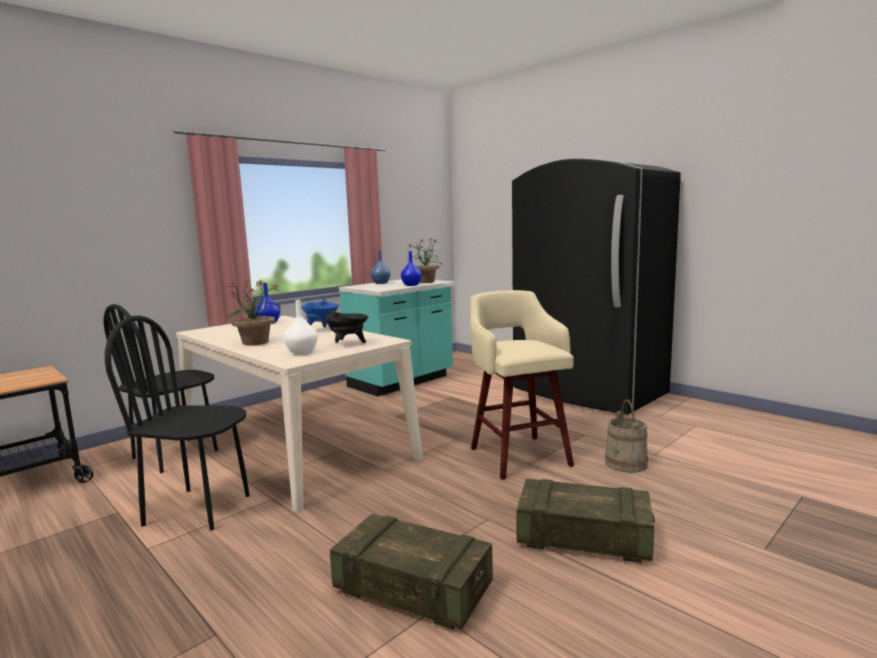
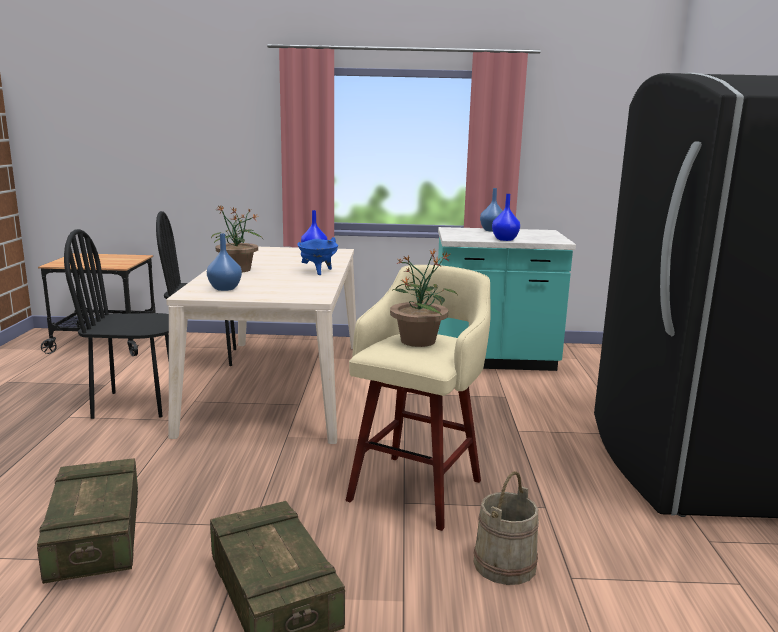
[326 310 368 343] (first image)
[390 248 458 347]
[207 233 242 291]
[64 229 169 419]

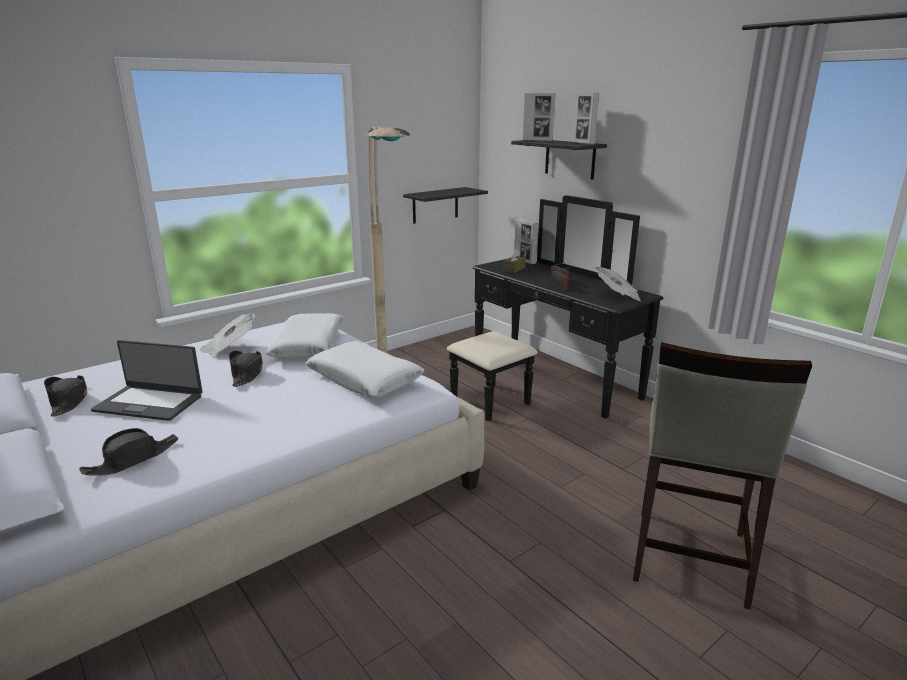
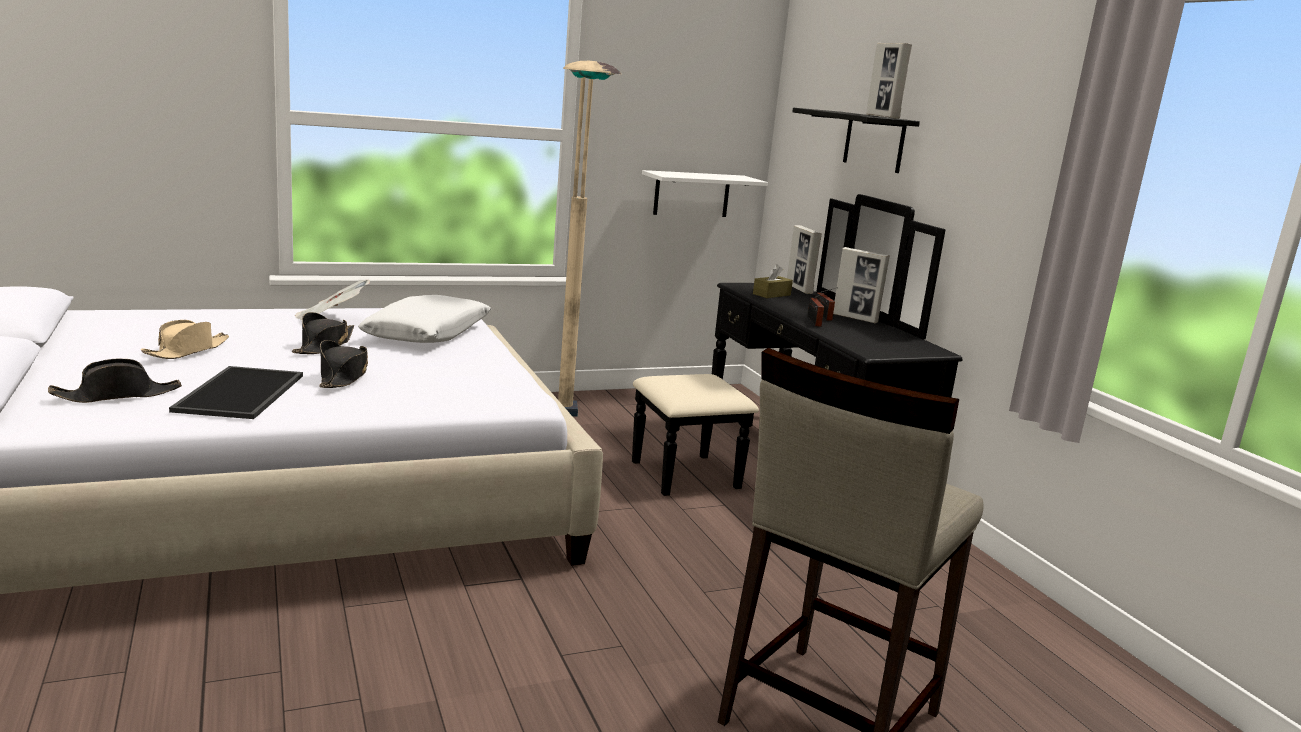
[305 341 424 398] (first image)
[595 266 641 301] (first image)
[169 366 303 419]
[319 340 368 388]
[833 247 890 323]
[141 320 229 359]
[642 170 768 217]

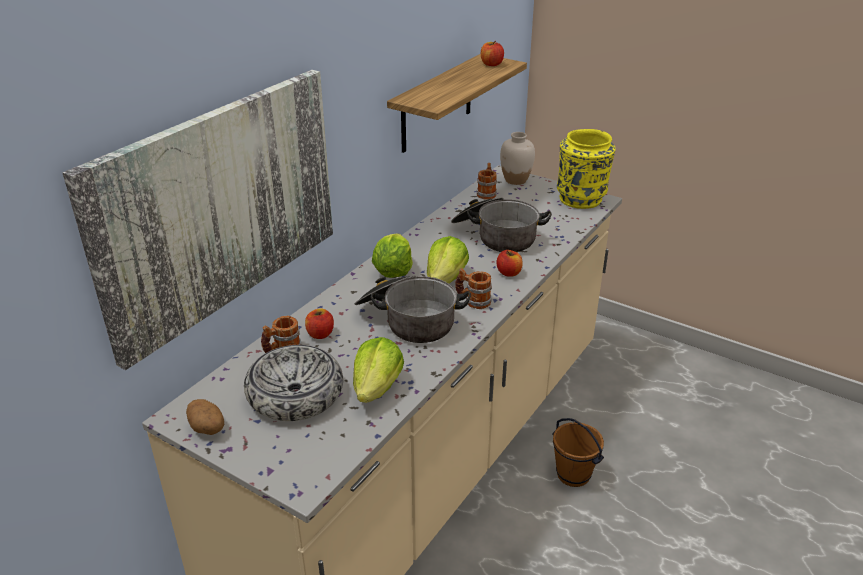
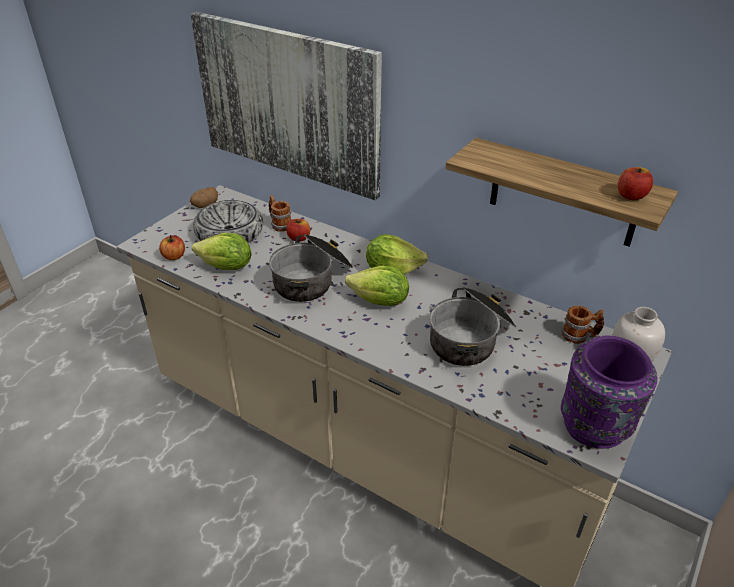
[455 268 492 309] (first image)
[552 418 604 487] (first image)
[159 235 185 260]
[561 335 657 449]

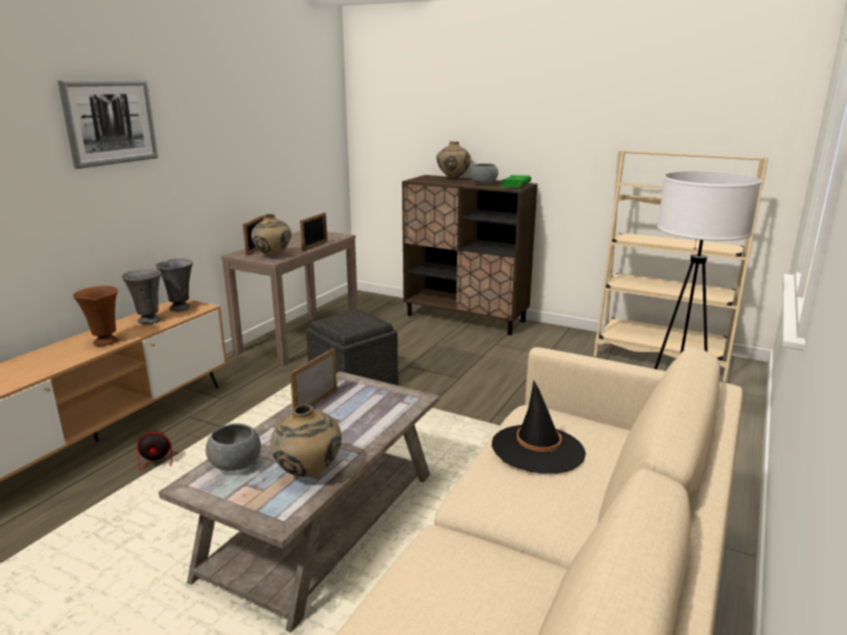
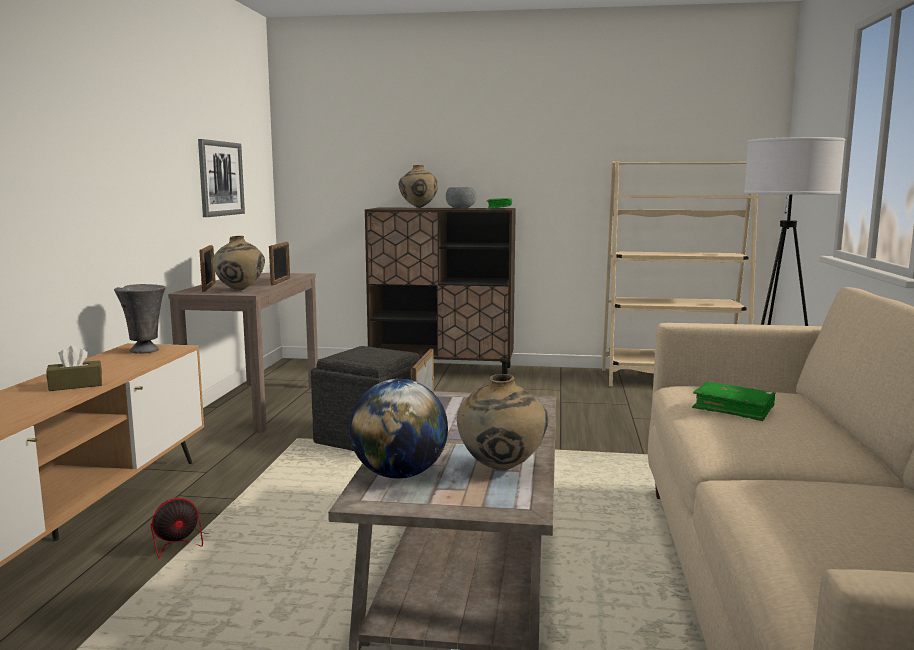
[122 269 161 324] (first image)
[198 139 245 217]
[46 345 102 391]
[349 379 448 479]
[692 382 775 421]

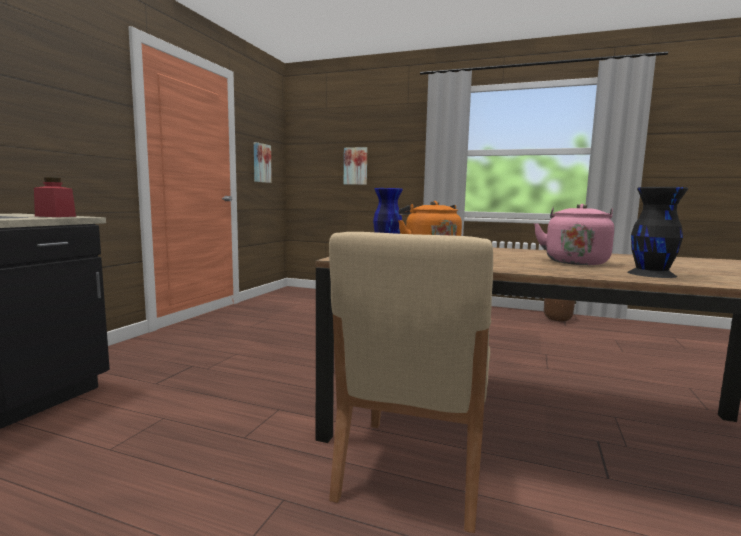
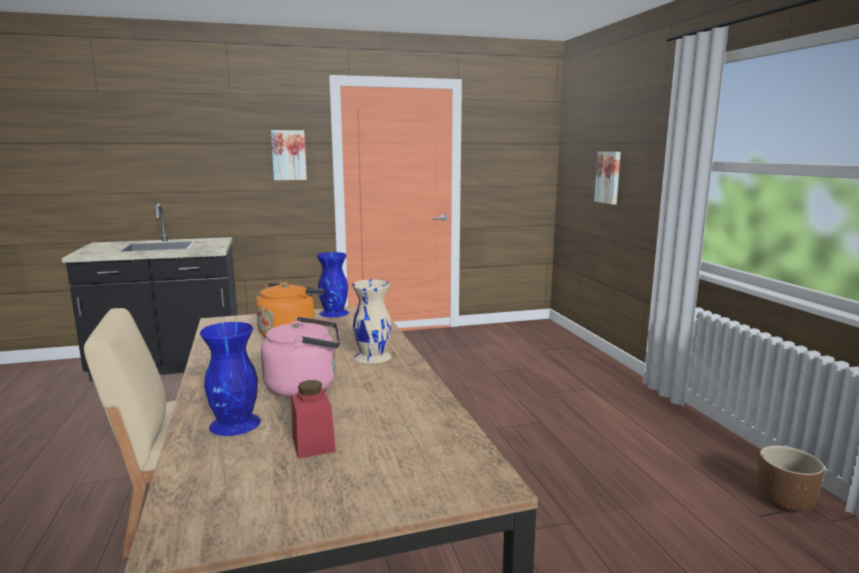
[352 279 392 364]
[291 380 335 459]
[271 130 307 180]
[200 322 261 436]

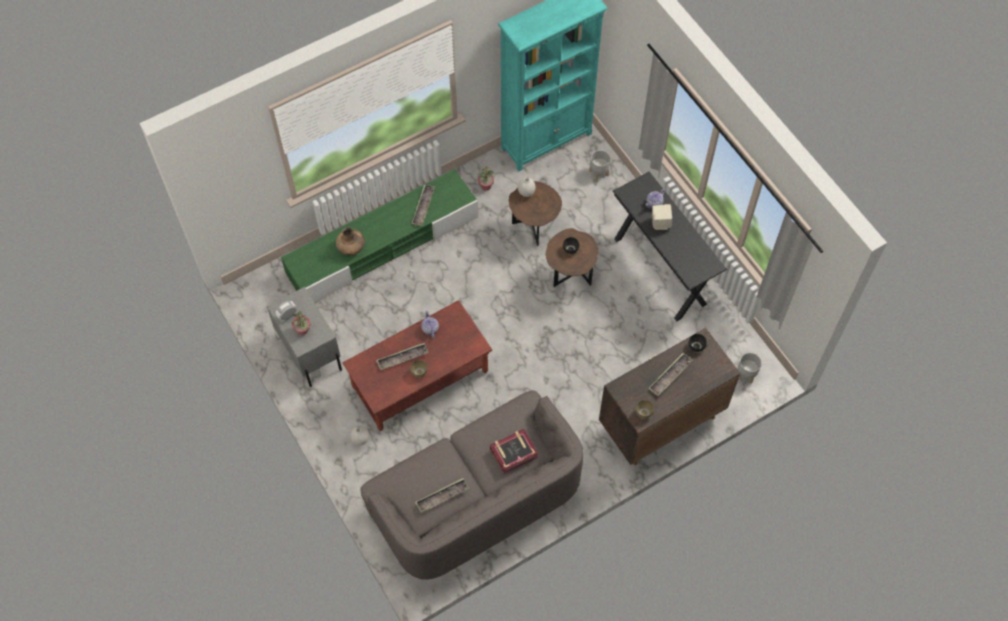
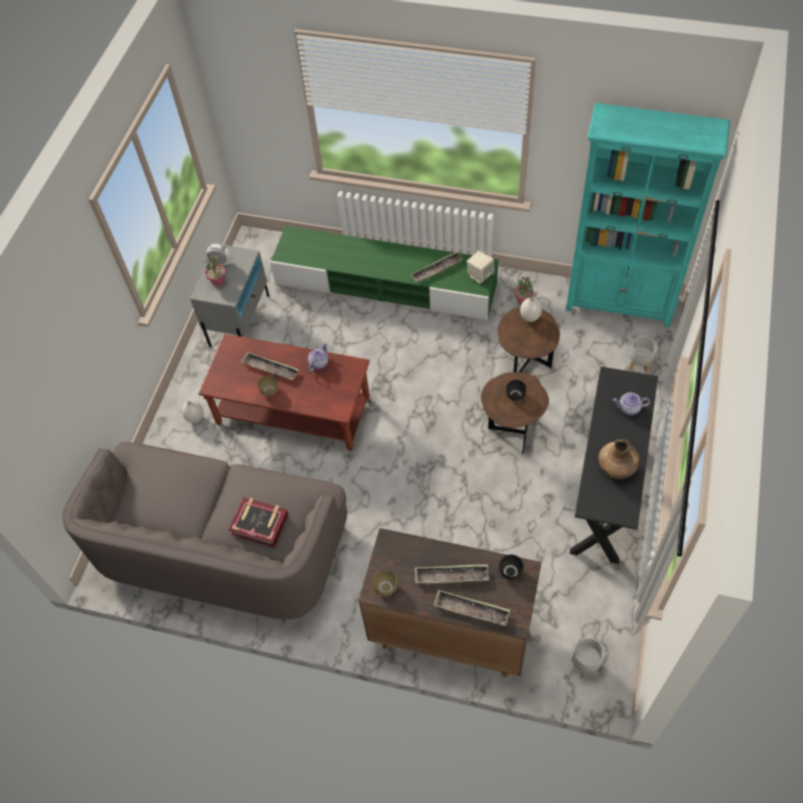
[599 439 640 479]
[433 590 510 626]
[467 251 494 284]

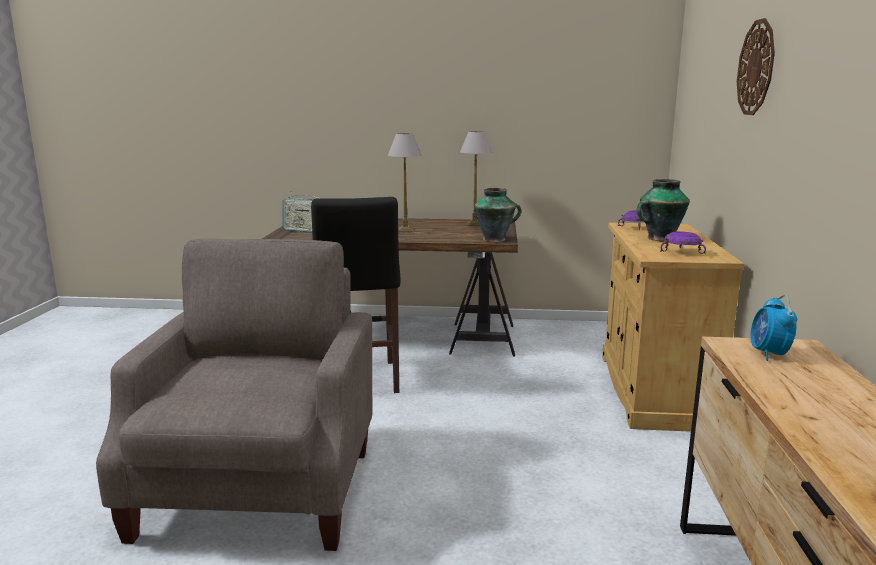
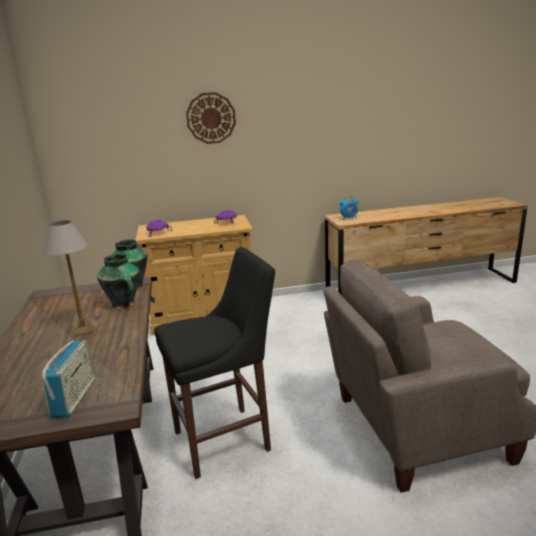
[460 131 492 226] (first image)
[97 254 139 309]

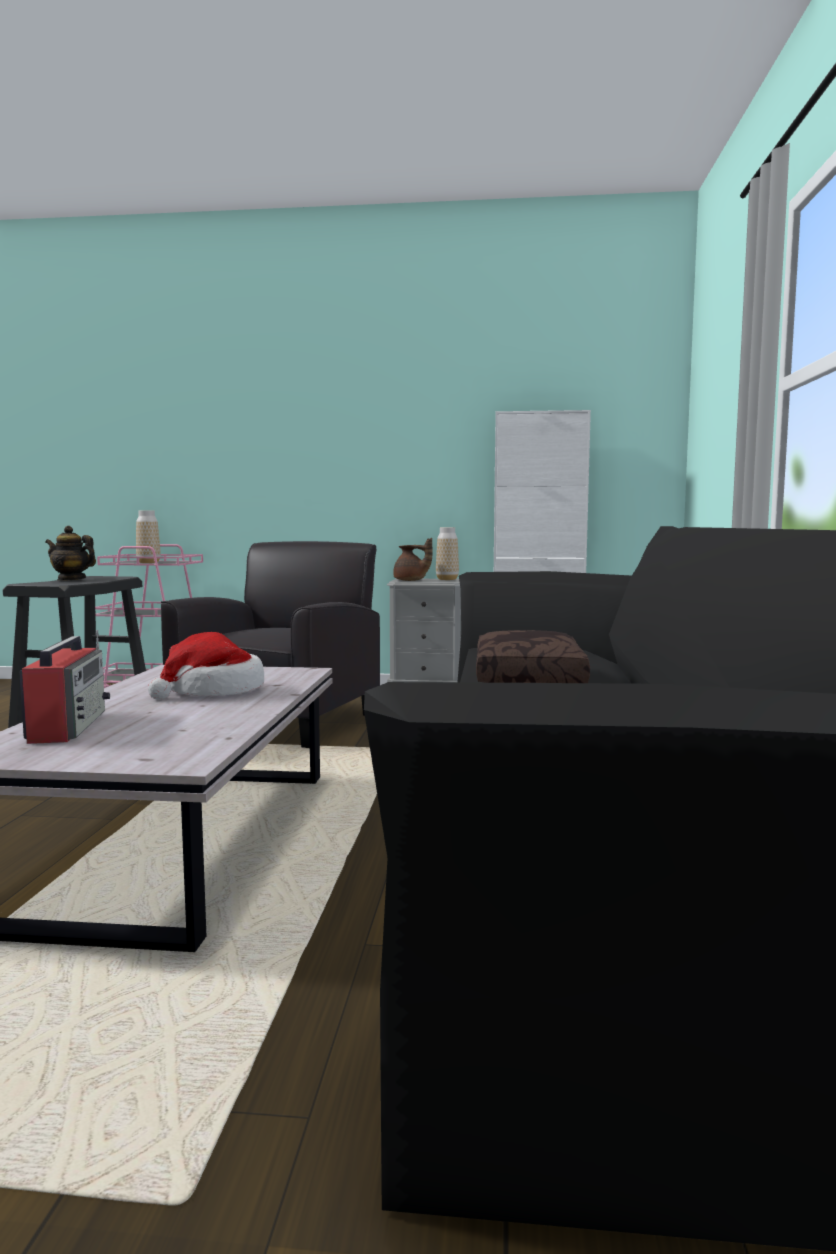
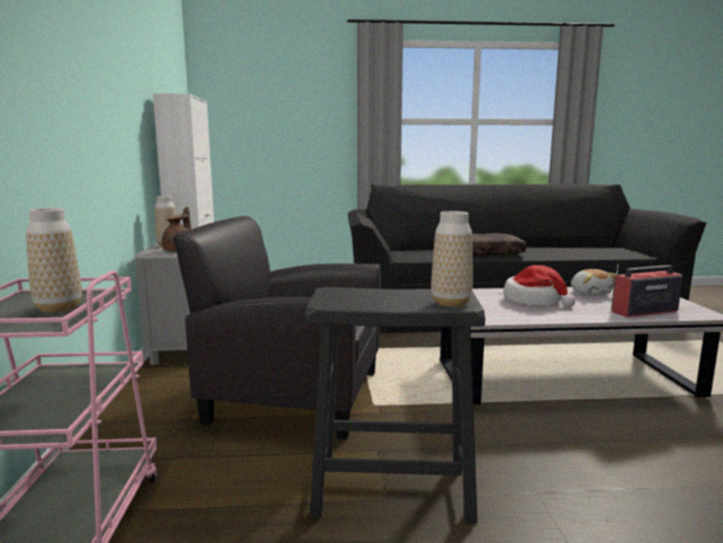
[45 526 96 581] (first image)
[431 211 473 307]
[571 269 616 296]

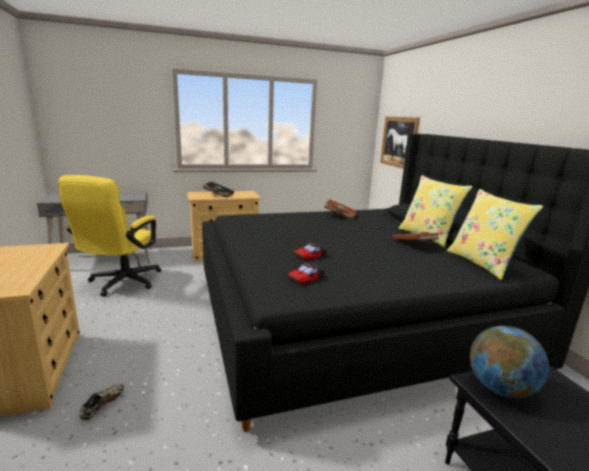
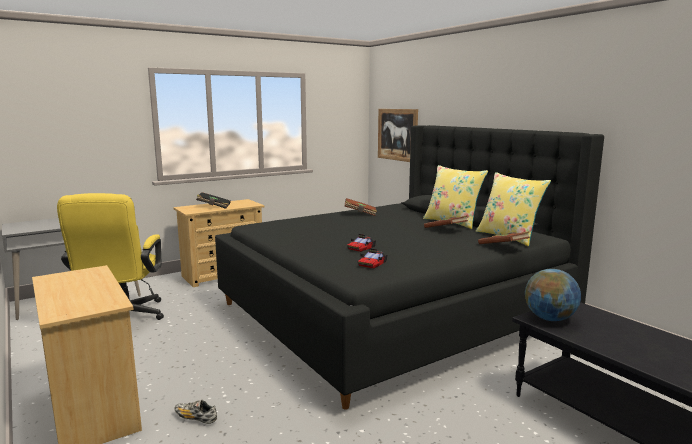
[478 231 530 244]
[174 400 217 424]

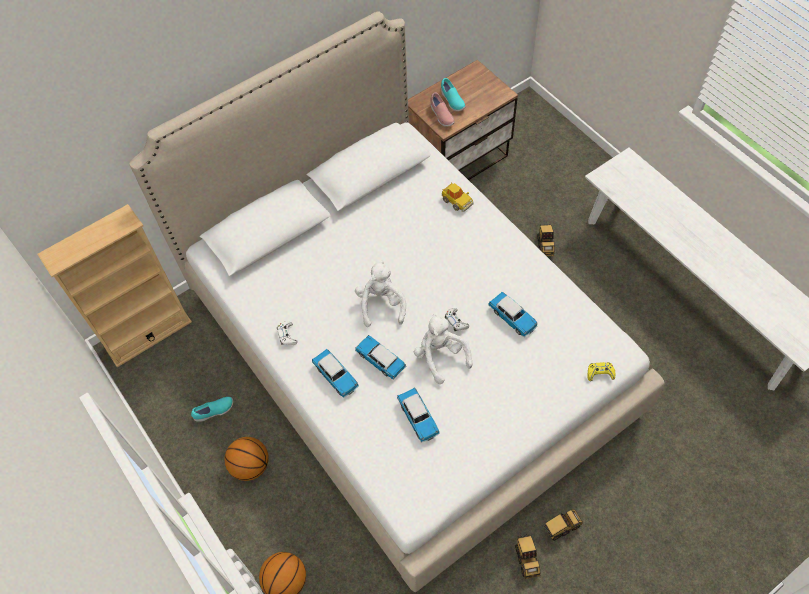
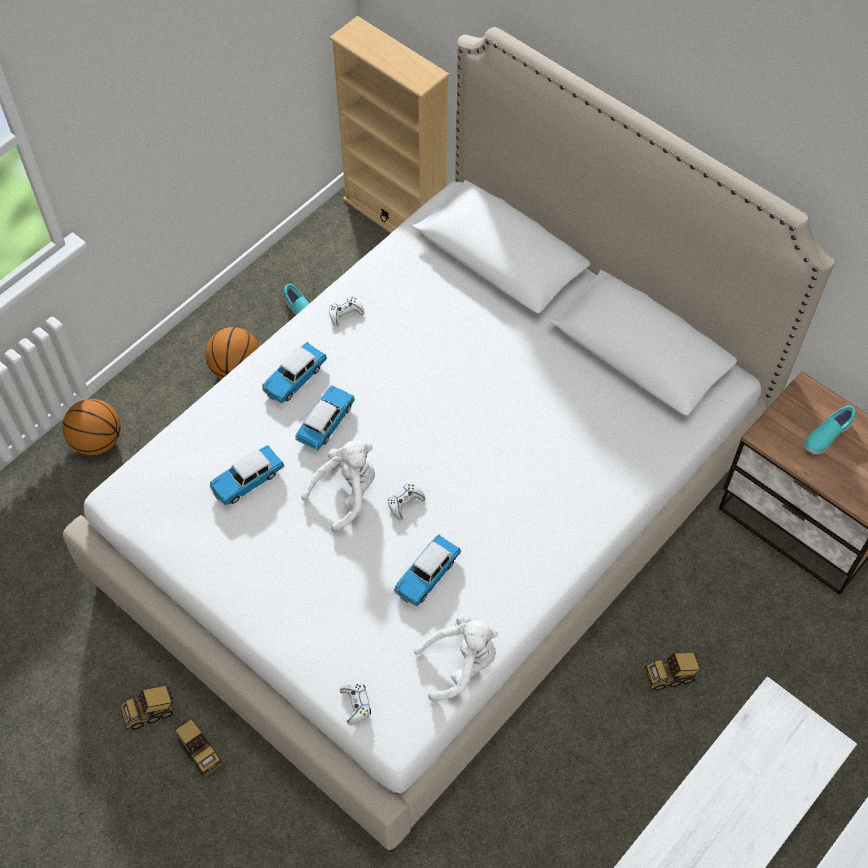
[431 93 455 127] (first image)
[442 182 474 212] (first image)
[414 614 498 701]
[340 683 371 725]

